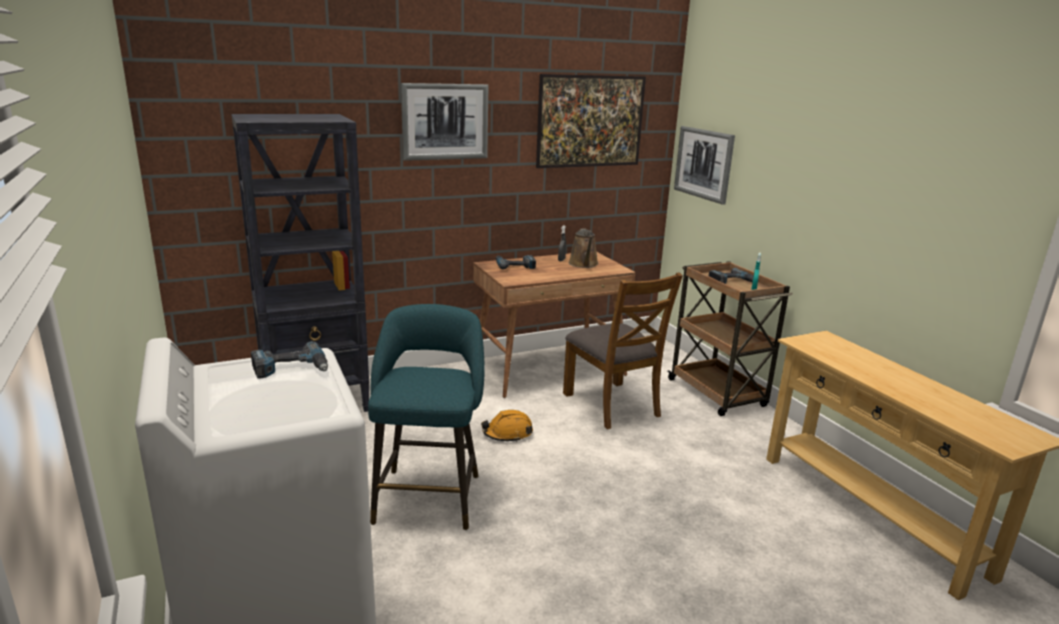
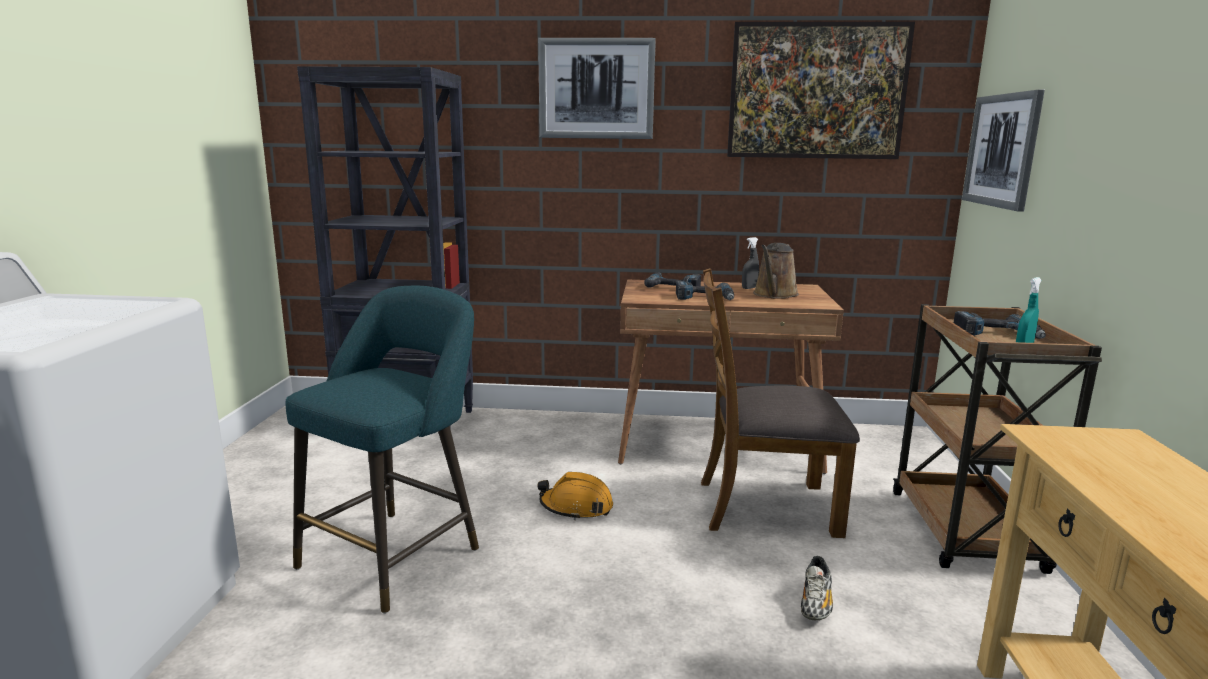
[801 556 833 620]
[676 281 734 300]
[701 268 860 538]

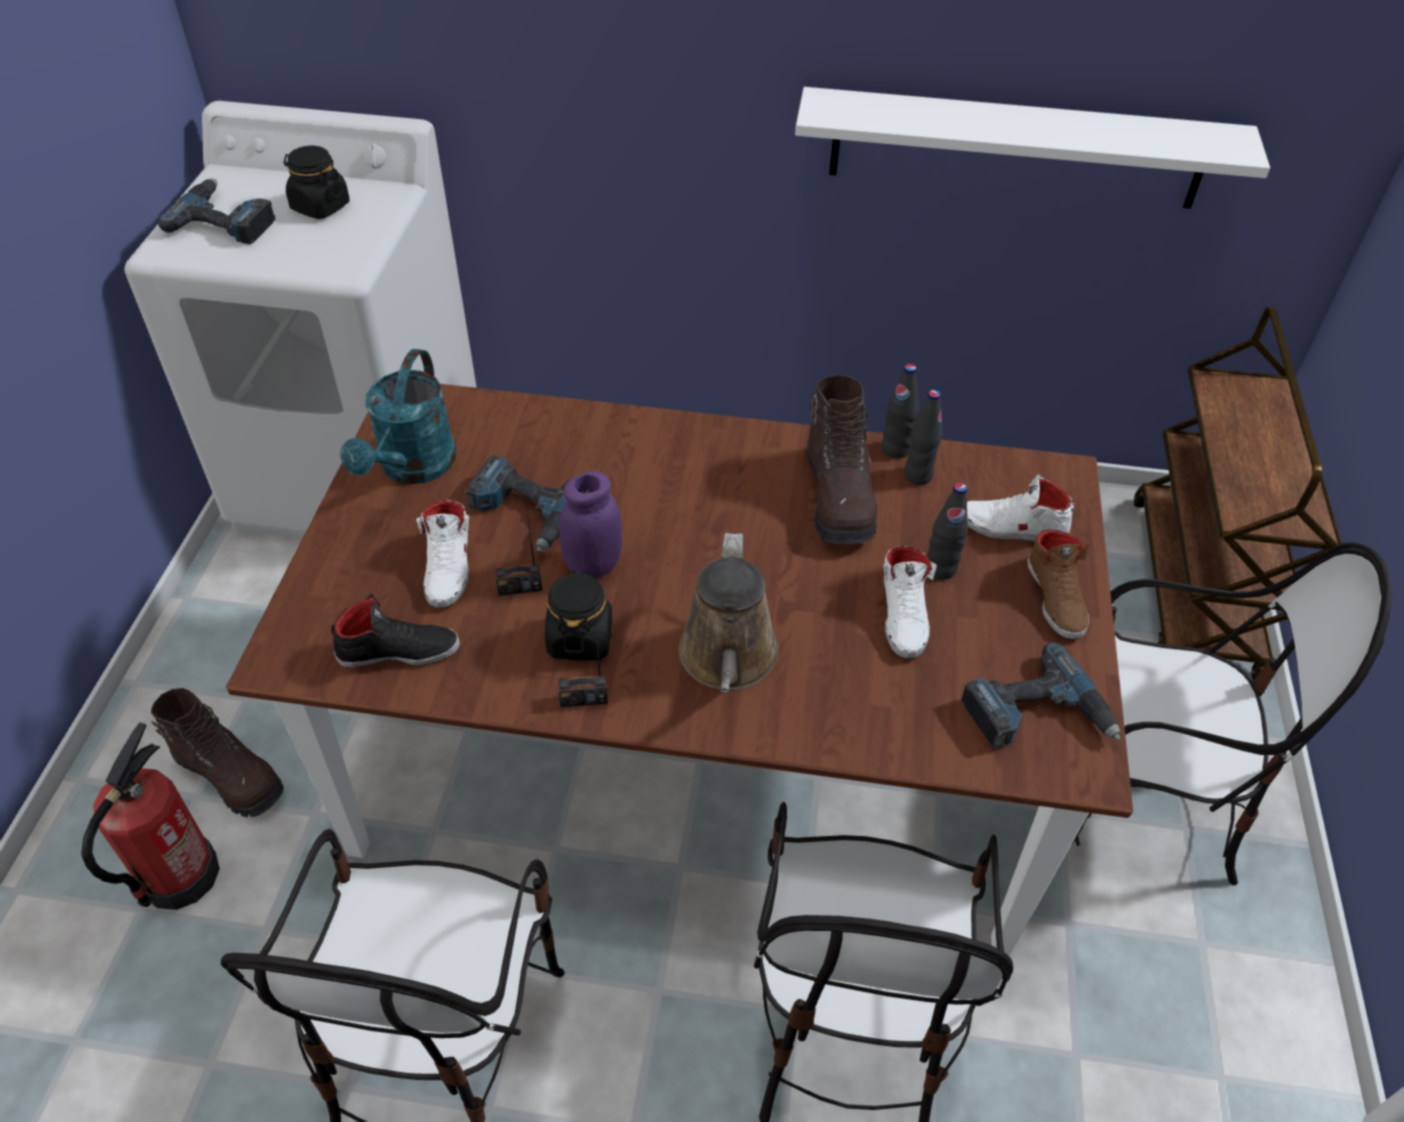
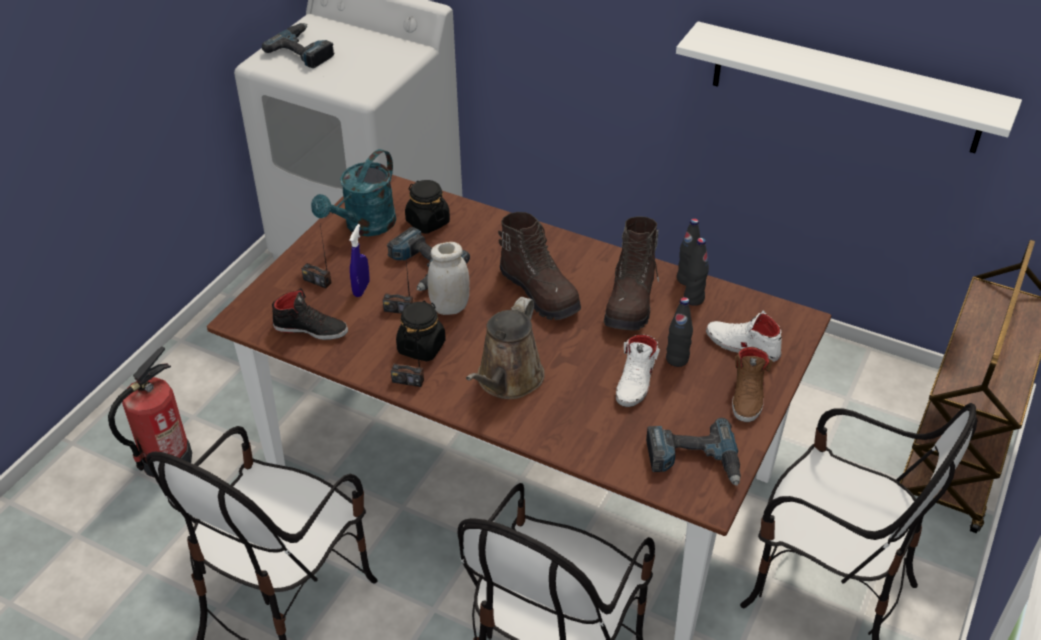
[301 226 331 288]
[498 212 581 320]
[405 180 450 233]
[349 224 369 297]
[428 242 469 315]

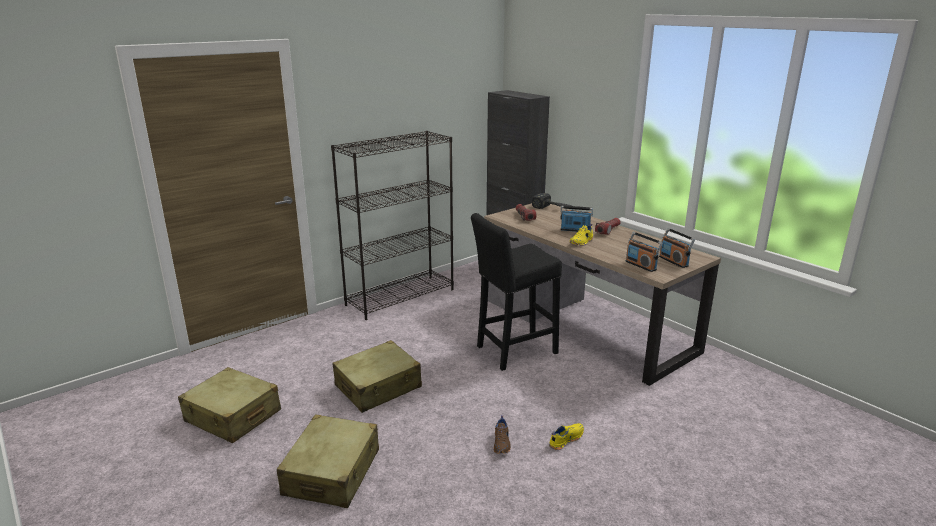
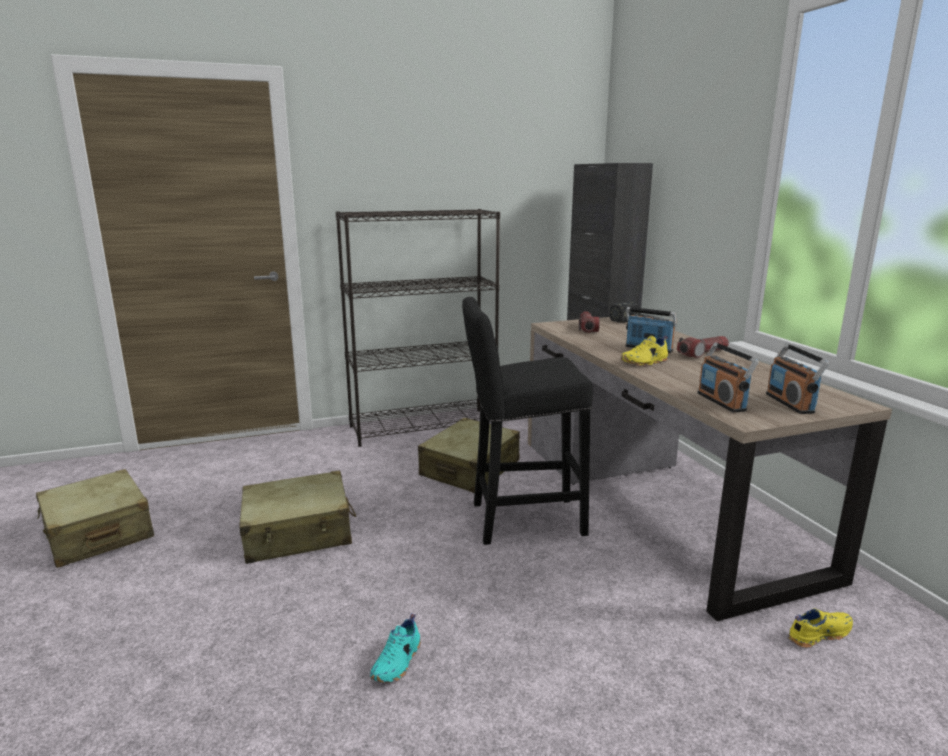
[418 418 520 493]
[788 608 853 648]
[370 614 421 683]

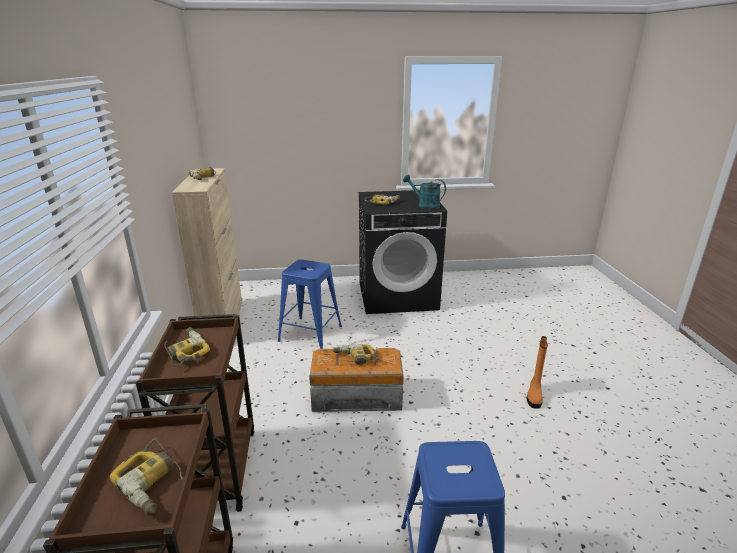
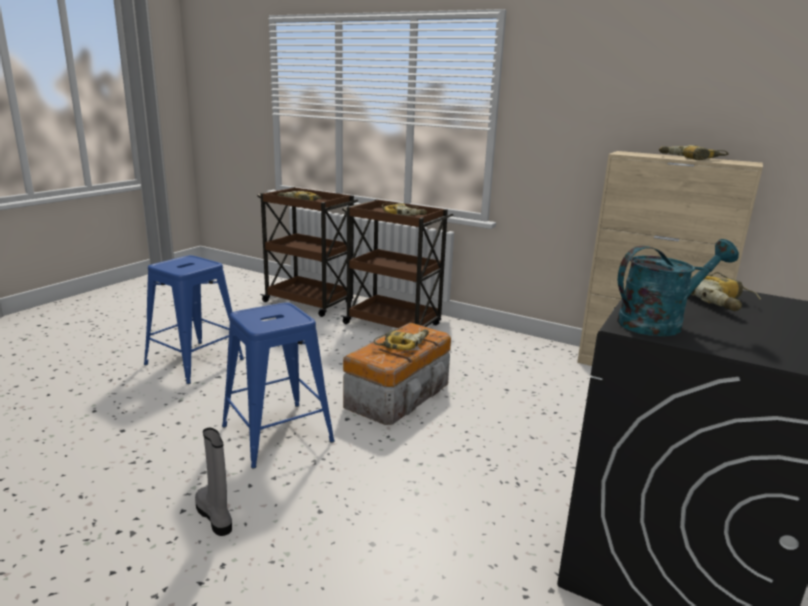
[222 302 334 469]
[195 428 232 536]

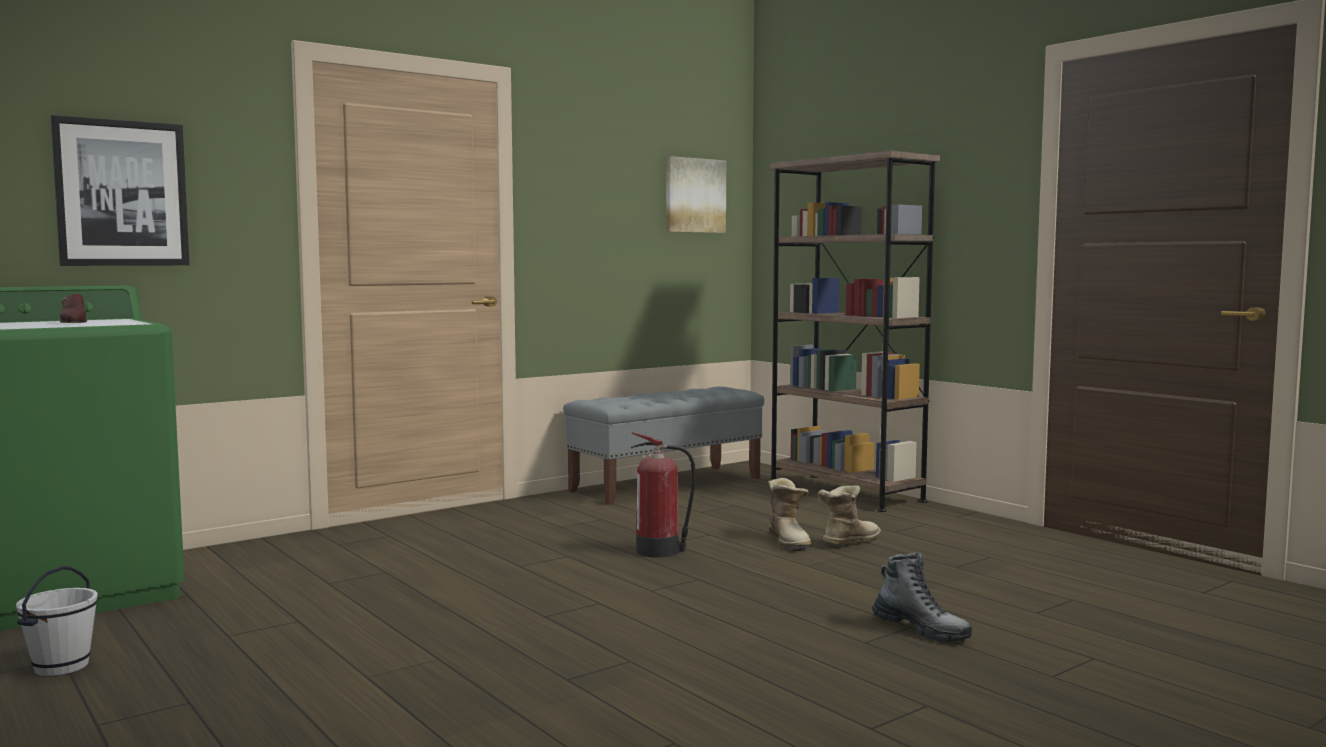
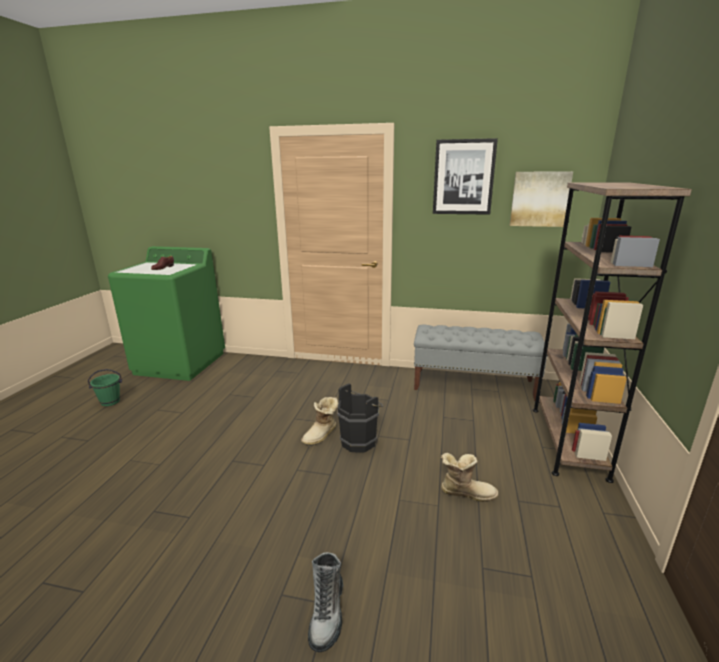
[433 138 498 215]
[301 397 339 446]
[337 383 383 452]
[88 369 122 406]

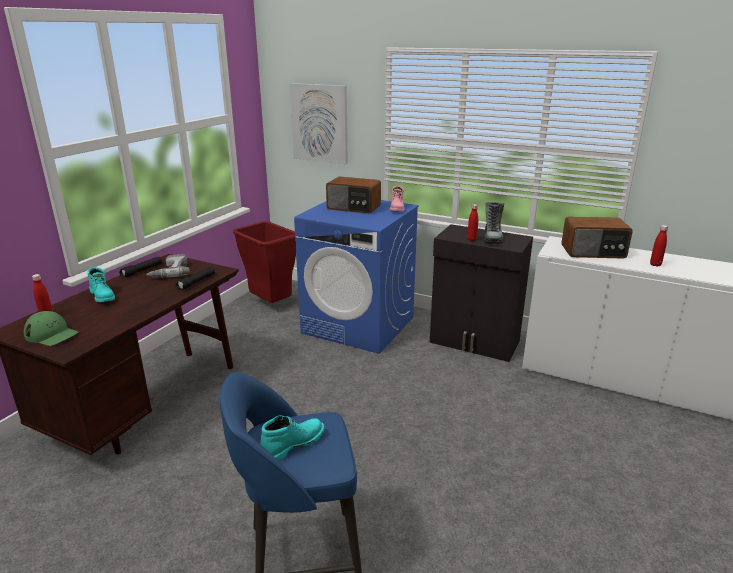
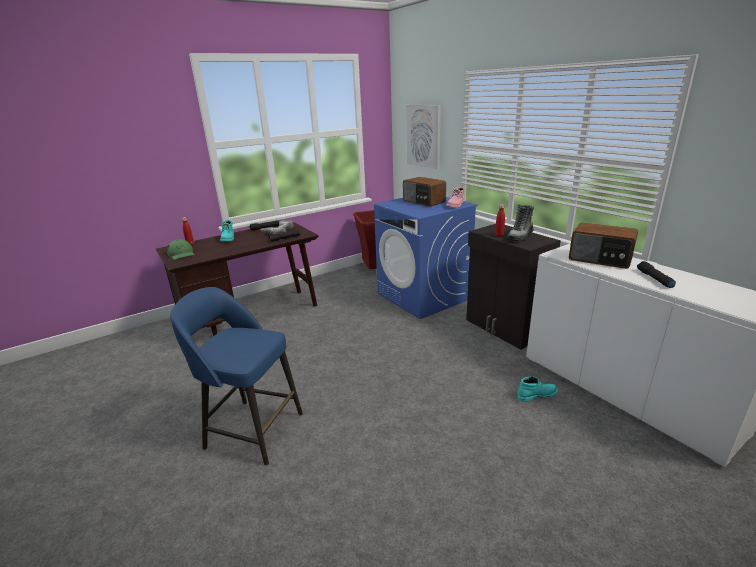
[517 376 558 402]
[637 261 676 288]

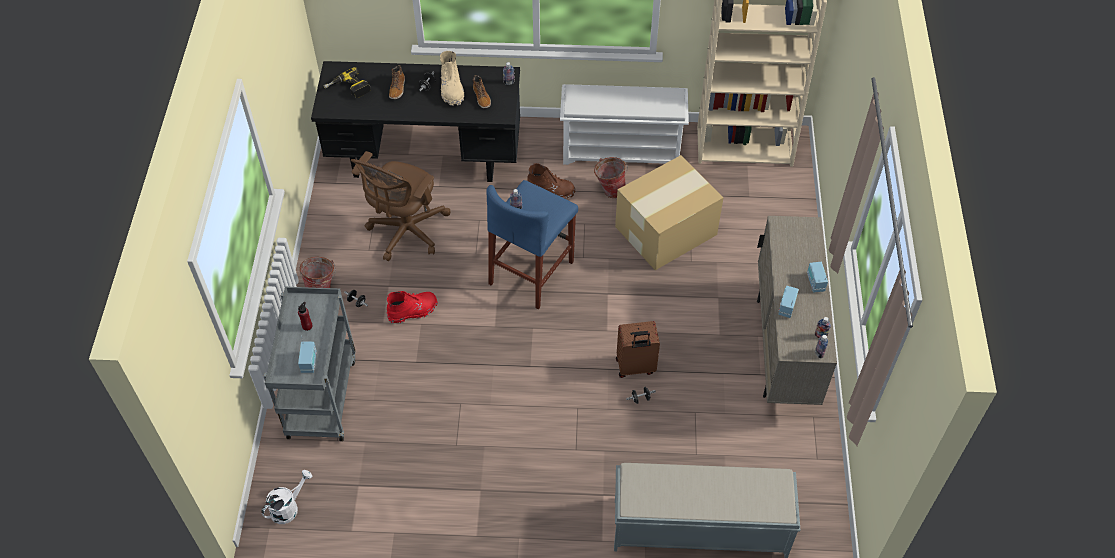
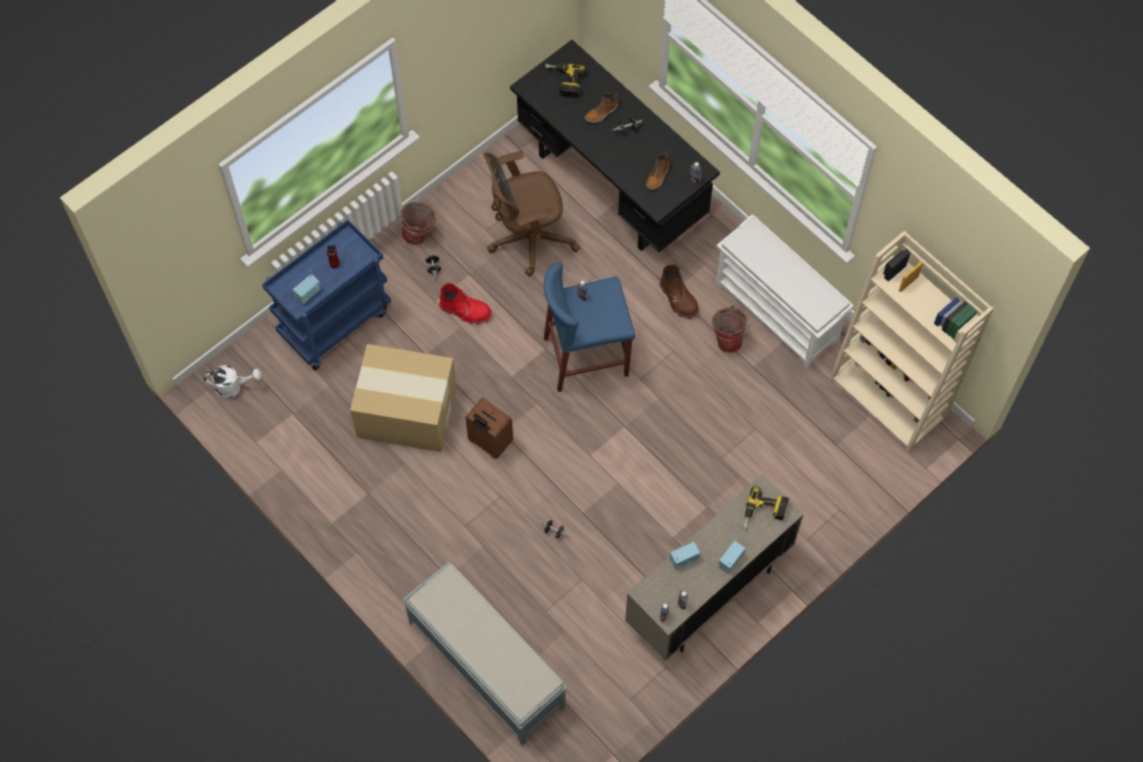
[440 51 464 106] (first image)
[742 486 789 529]
[350 344 457 452]
[465 398 513 459]
[262 219 391 370]

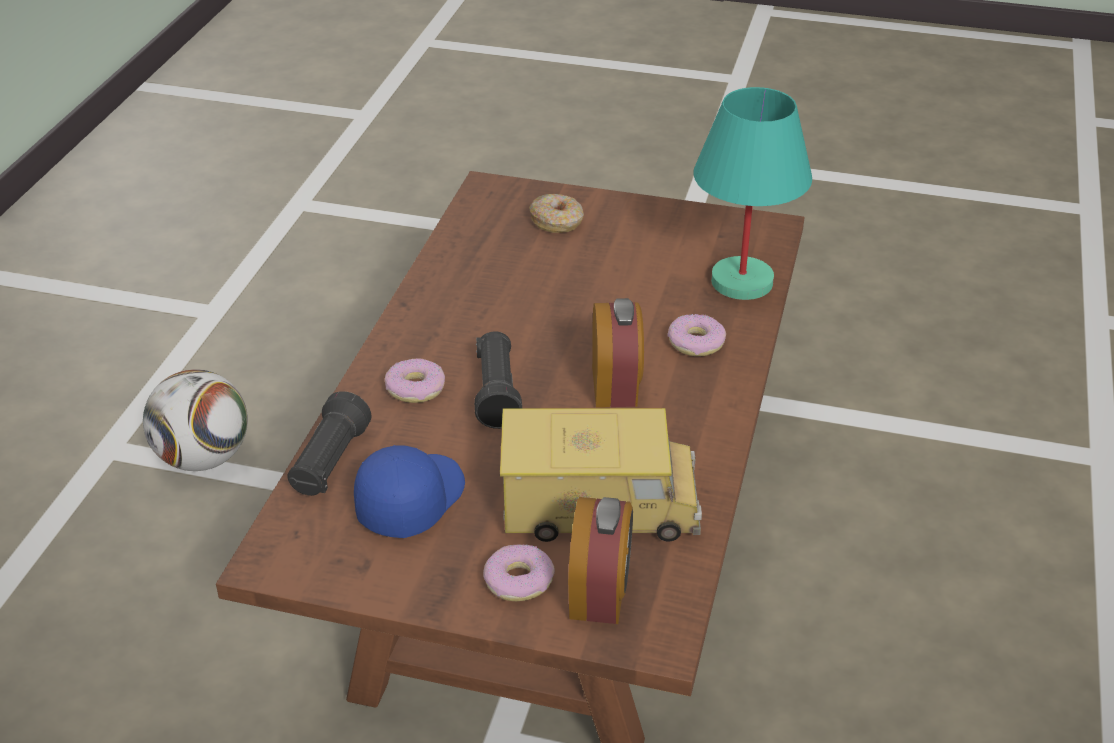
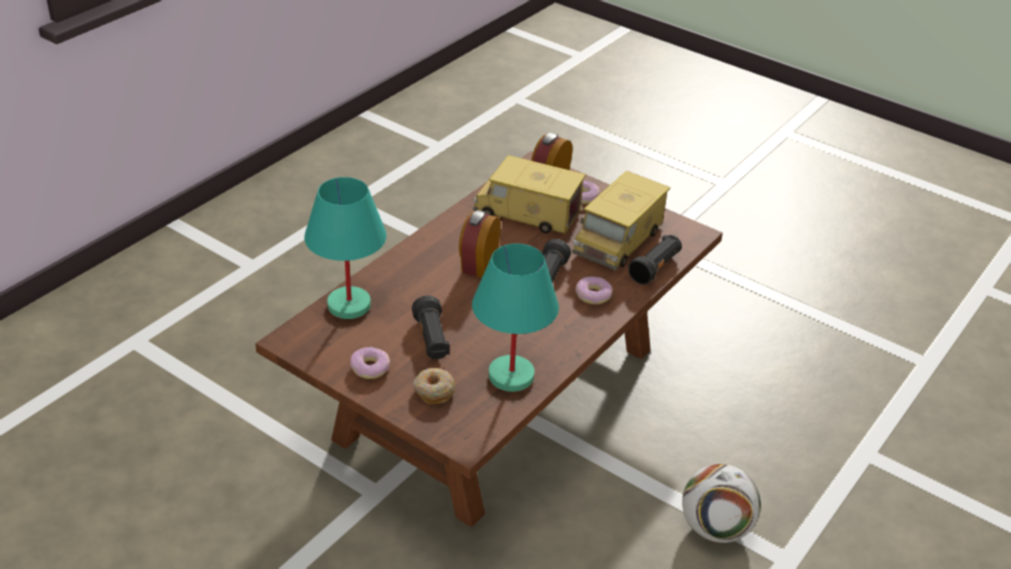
[412 296 450 359]
[472 244 559 392]
[350 347 390 379]
[572 171 670 271]

